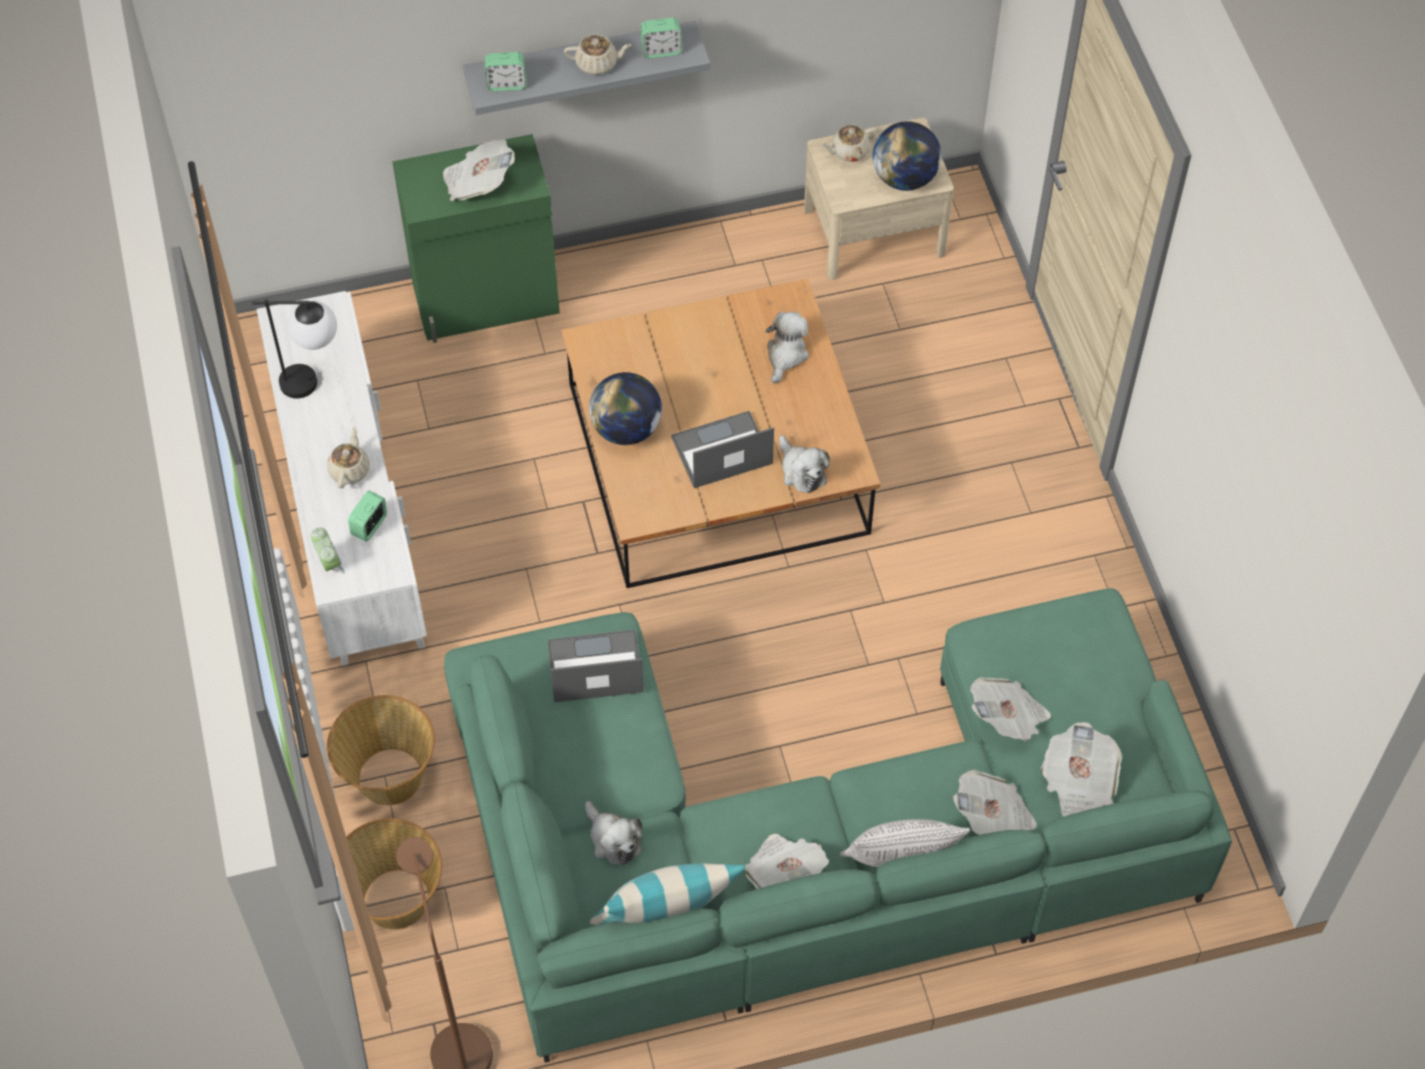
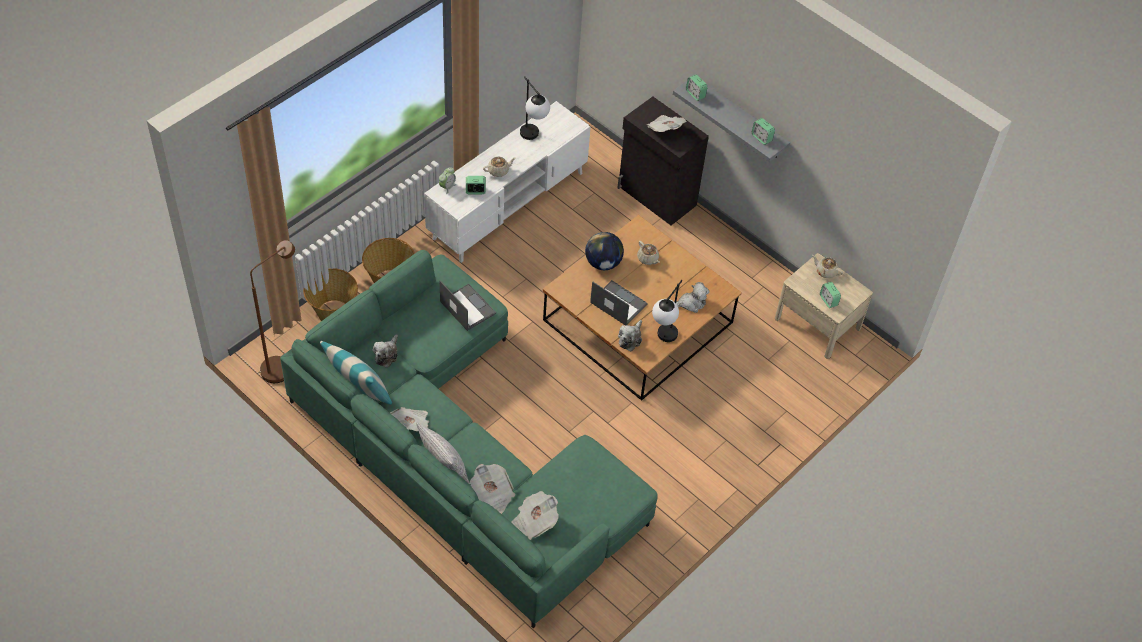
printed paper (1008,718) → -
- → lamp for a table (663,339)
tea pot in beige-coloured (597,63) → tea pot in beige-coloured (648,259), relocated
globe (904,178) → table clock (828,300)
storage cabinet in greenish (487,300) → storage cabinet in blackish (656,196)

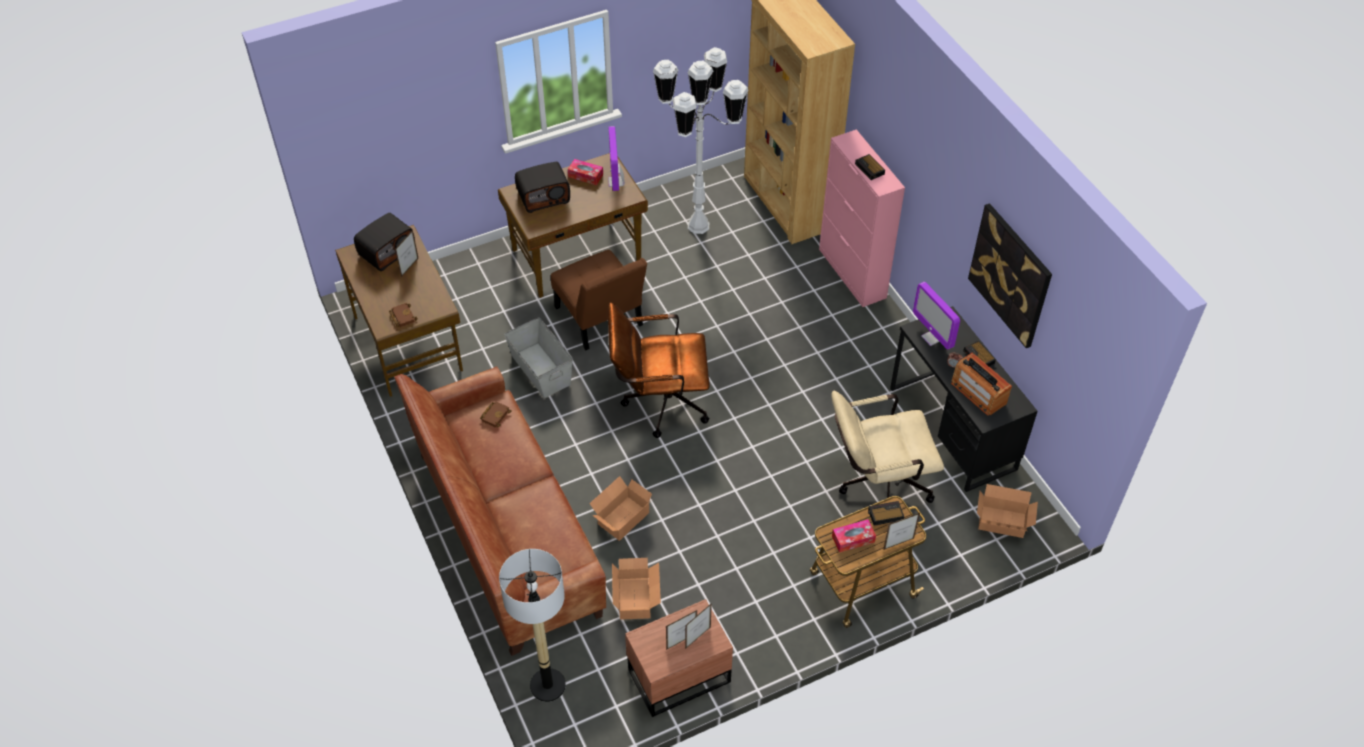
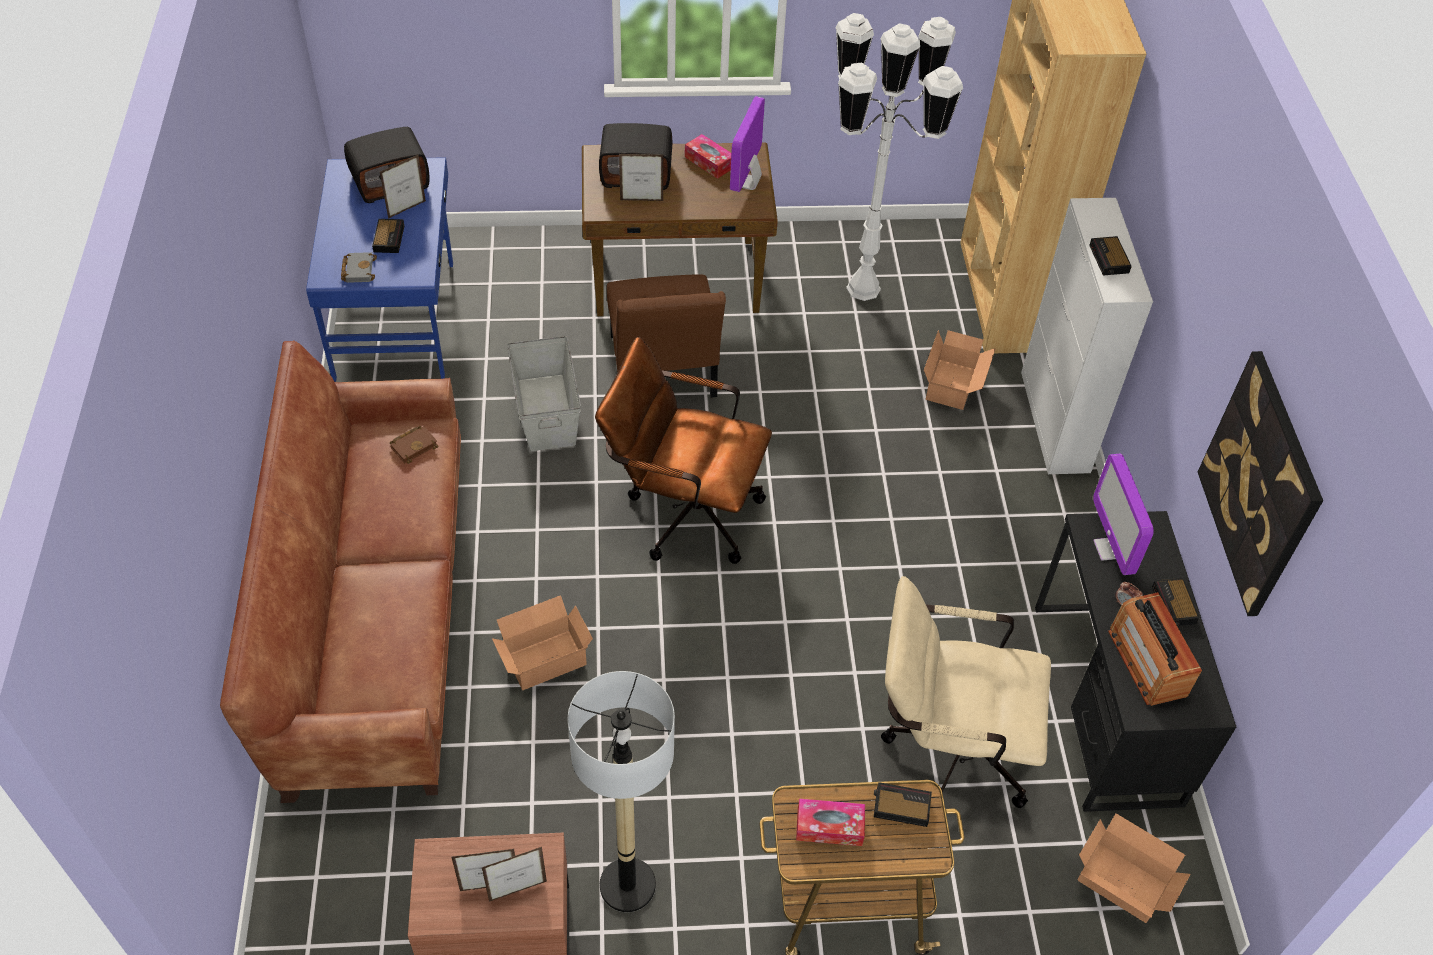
- → table clock (389,238)
floor lamp (547,685) → floor lamp (627,885), relocated
cardboard box (636,597) → cardboard box (954,384), relocated
standing frame (898,544) → standing frame (641,200), relocated
desk table in brownish (408,342) → desk table in blue (397,319)
book in brownish (402,316) → book in greyish (358,269)
storage cabinet in pink-coloured (852,274) → storage cabinet in whitish (1054,422)

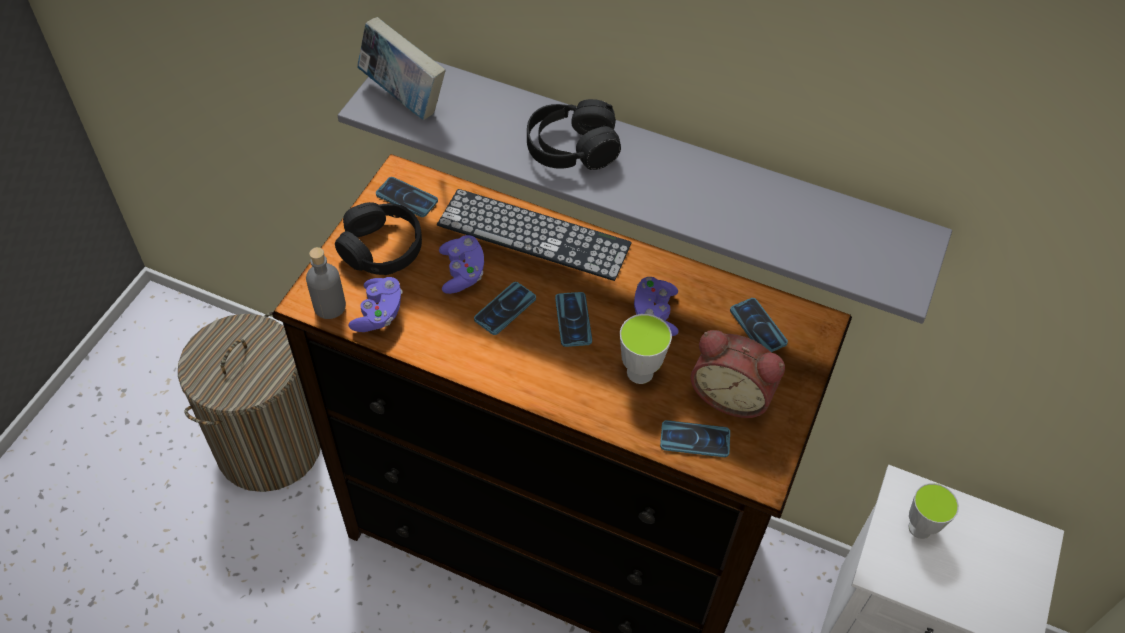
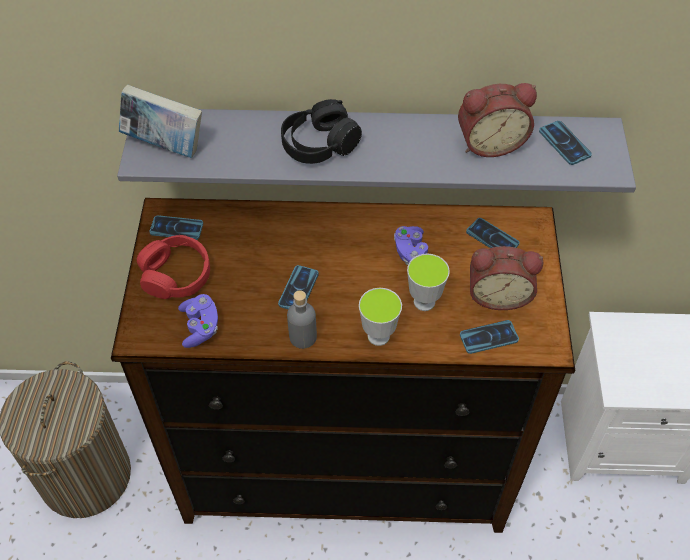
computer keyboard (534,234) → -
game controller in purple-coloured (462,273) → -
- → table clock (490,142)
beverage bottle in greyish (329,306) → beverage bottle in greyish (303,337), relocated
telephone (573,320) → telephone (564,143), relocated
cup (919,528) → cup (378,336), relocated
headset in blackish (381,248) → headset in reddish (176,275)

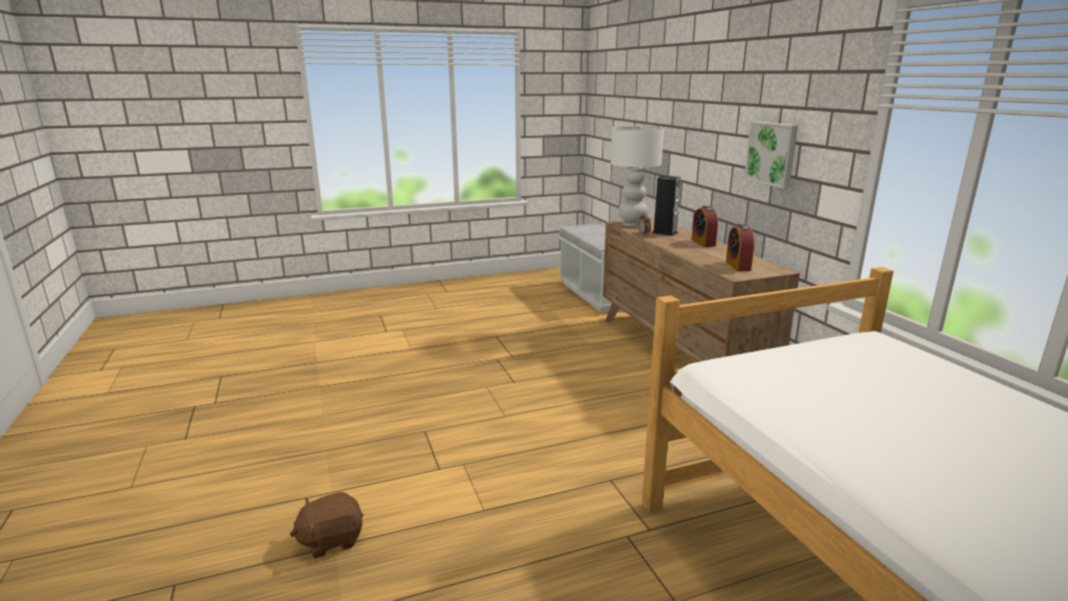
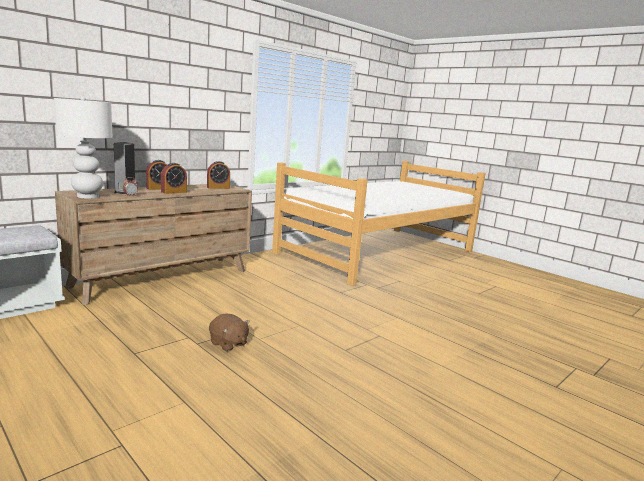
picture (772,153) → -
- → table clock (174,192)
plush toy in brownish (331,540) → plush toy in brownish (228,344), relocated

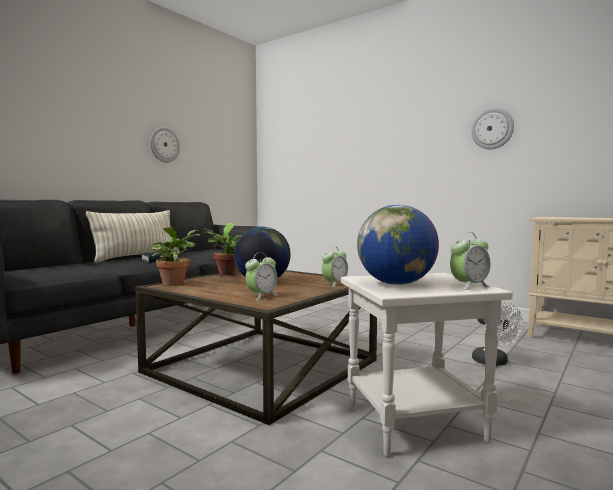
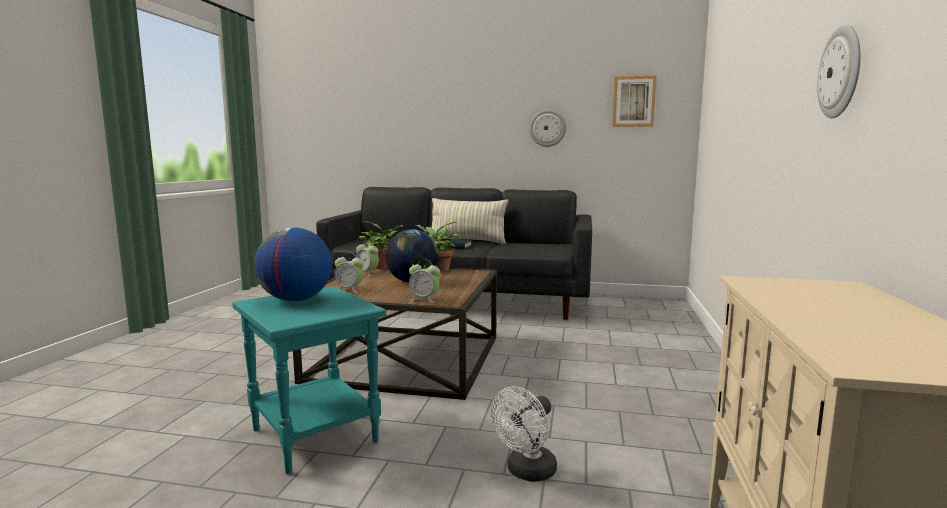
- → picture (633,101)
table clock (469,286) → table clock (367,273), relocated
side table in whitish (415,422) → side table in turquoise (317,436)

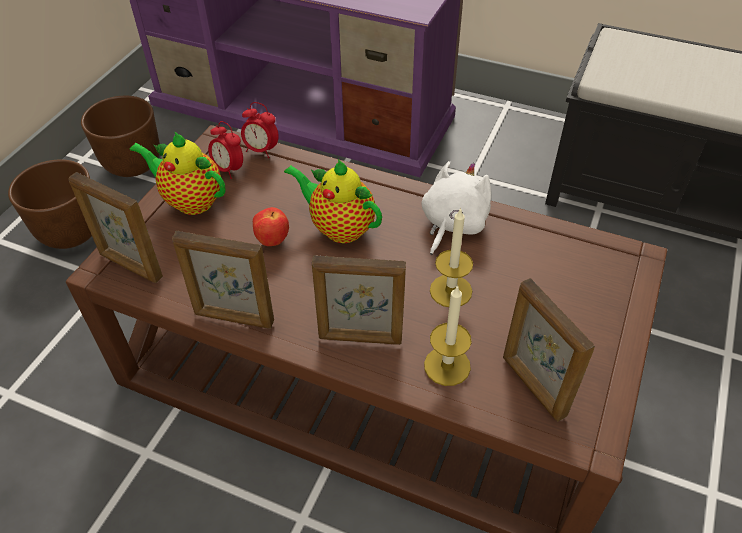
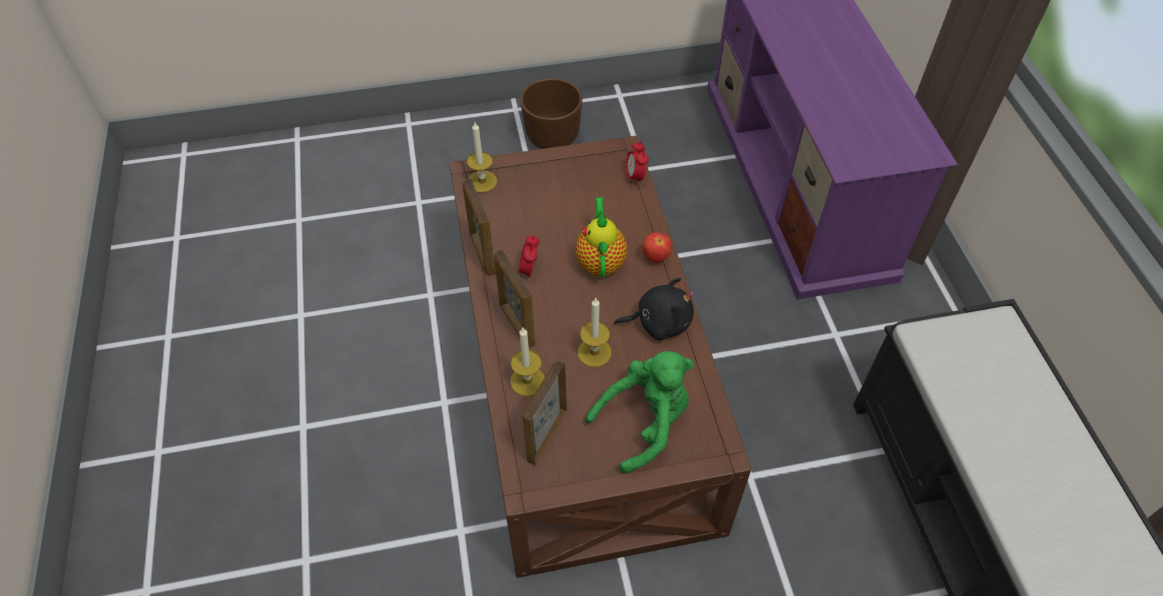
flower pot in brownish (134,164) → -
tea pot (190,200) → -
- → plush toy in greenish (645,423)
table clock (229,169) → table clock (529,270), relocated
apple fruit (273,240) → apple fruit (656,257), relocated
standing frame (130,266) → wax candle (482,181)
plush toy in whitish (452,224) → plush toy in blackish (659,322)

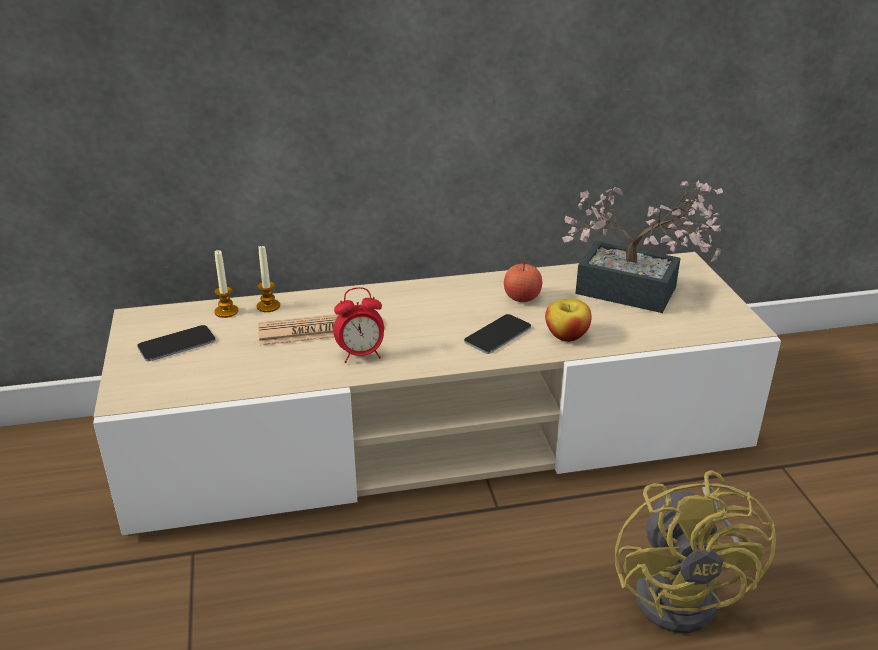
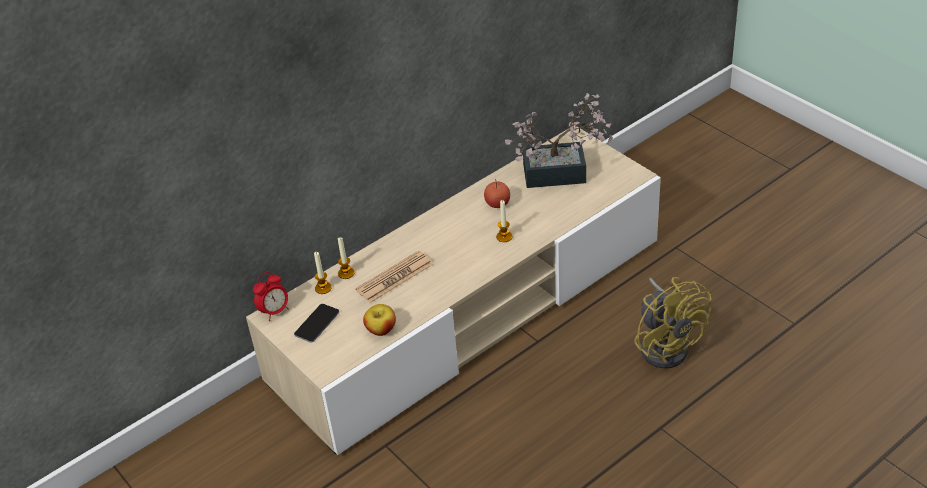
table clock (361,355) → table clock (274,311), relocated
apple fruit (567,336) → apple fruit (381,329), relocated
telephone (498,334) → wax candle (504,237)

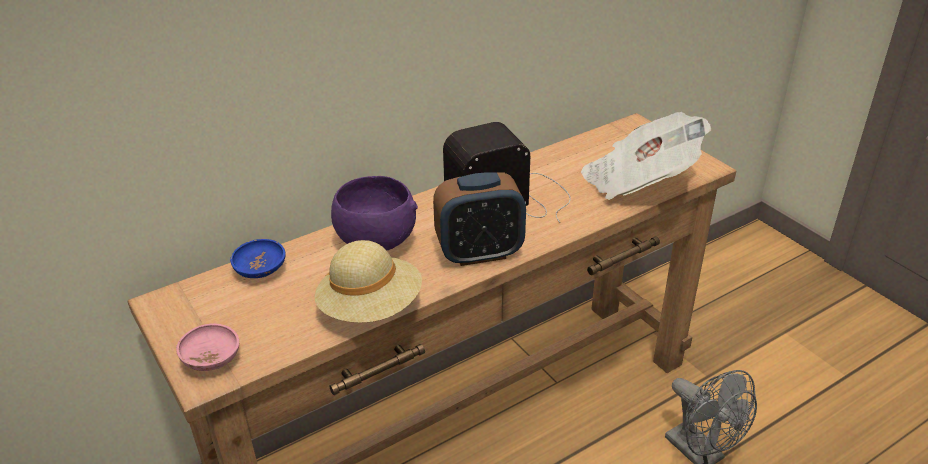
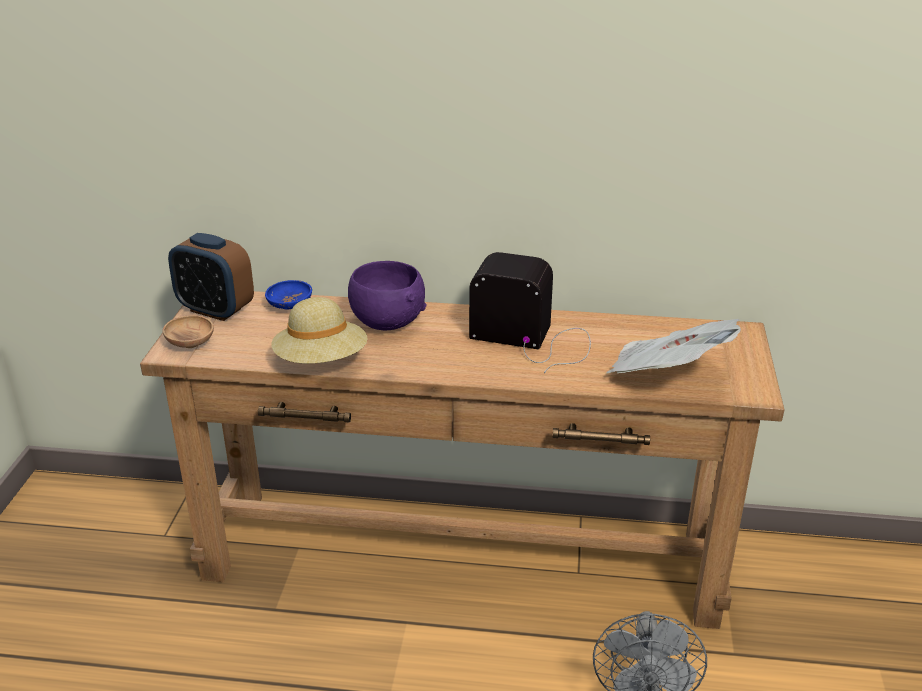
table clock (479,253) → table clock (215,310), relocated
serving bowl in pink-coloured (212,359) → serving bowl in brownish (190,343)

